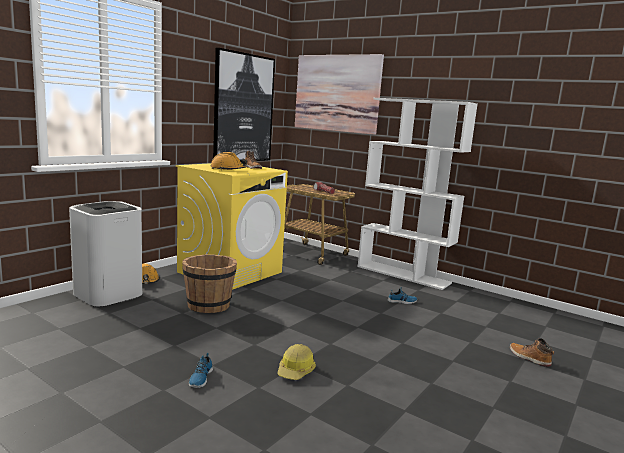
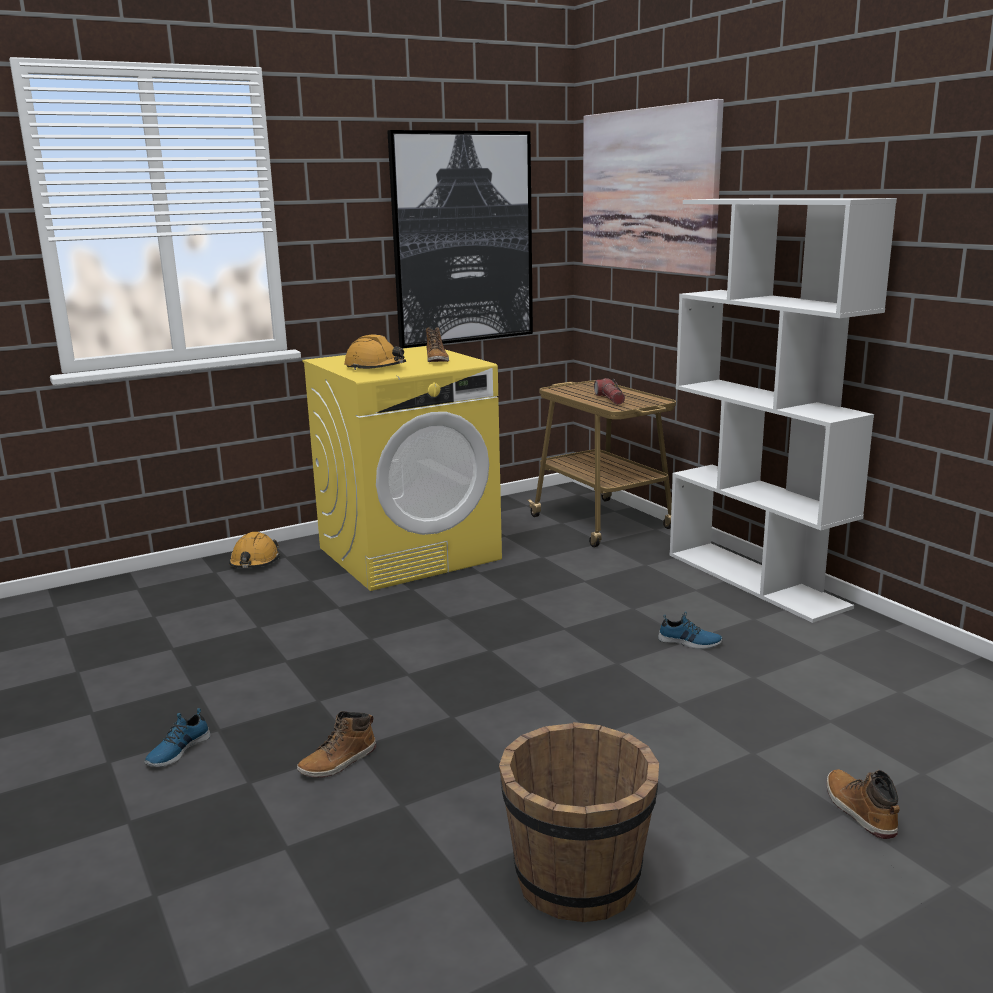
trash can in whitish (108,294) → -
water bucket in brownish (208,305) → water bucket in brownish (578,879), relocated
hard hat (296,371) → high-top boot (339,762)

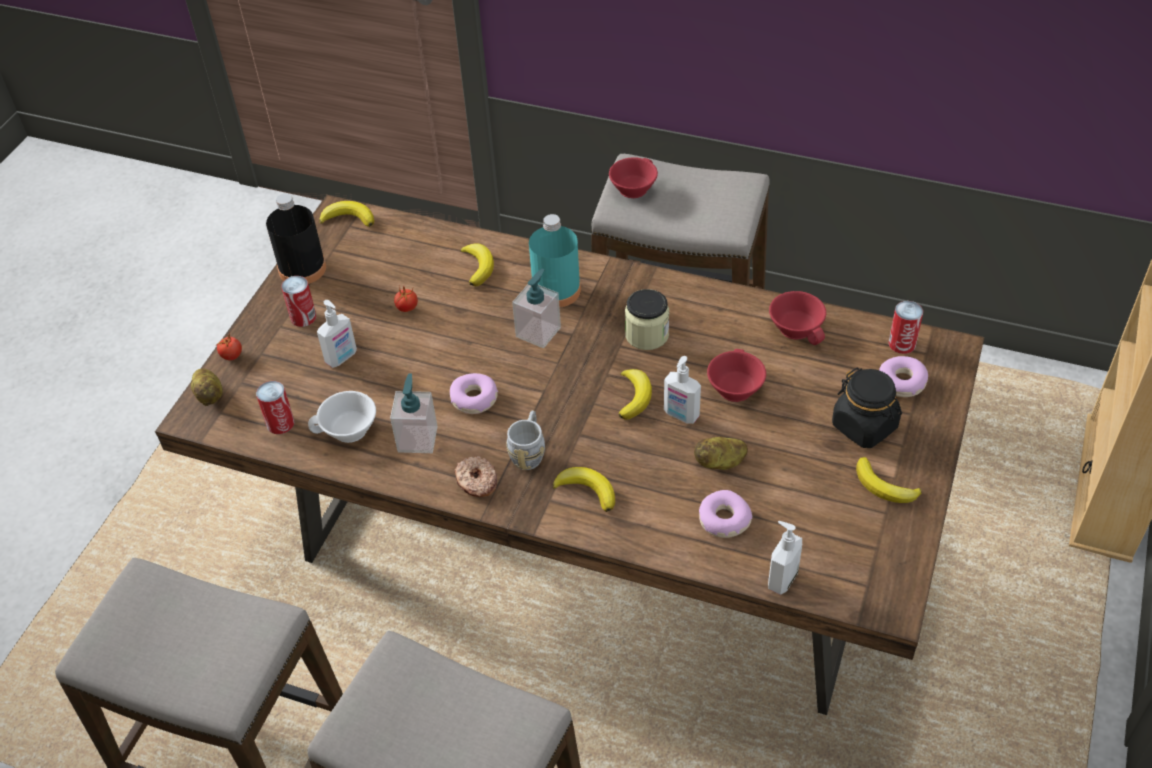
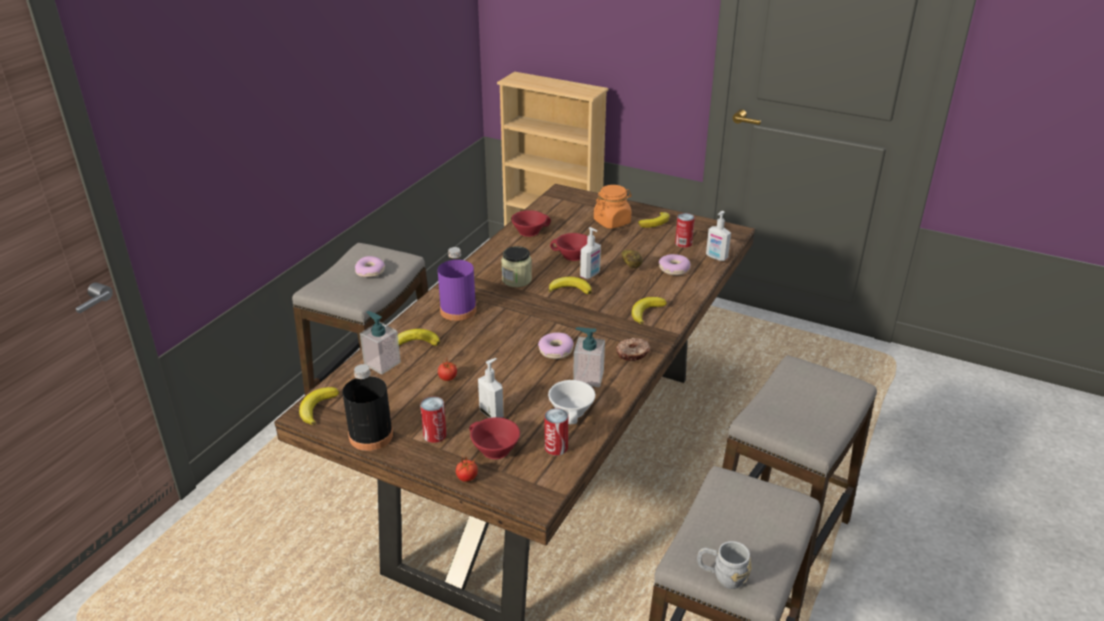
potato (210,395) → -
coffee mug in greyish (529,452) → coffee mug in greyish (721,576), relocated
soap dispenser (538,332) → soap dispenser (382,363), relocated
cup in reddish (632,187) → cup in reddish (493,449), relocated
donut (902,382) → donut (370,271), relocated
sealed can (902,344) → sealed can (683,243), relocated
beverage bottle in turquoise (556,290) → beverage bottle in purple-coloured (458,310)
preserve jar in blackish (864,426) → preserve jar in orange-coloured (612,222)

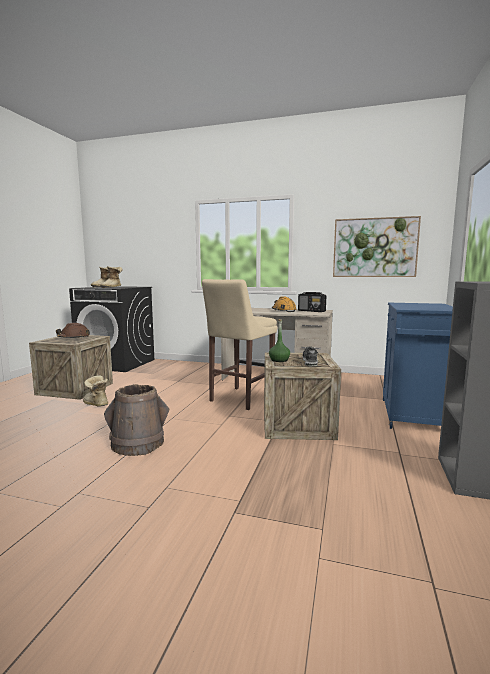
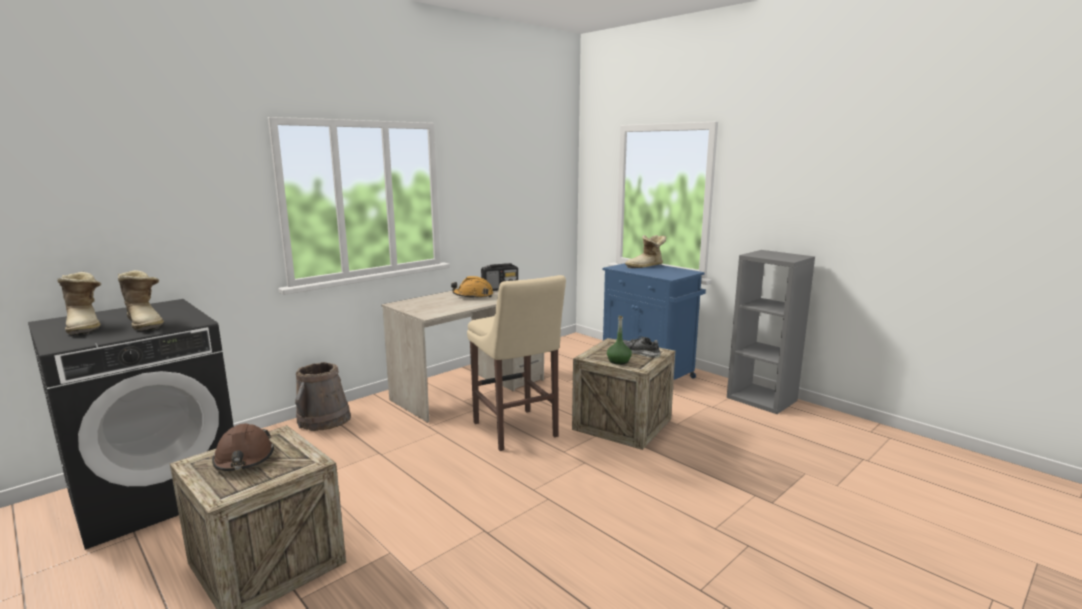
picture (374,248) → -
high-top boot (95,404) → high-top boot (646,266), relocated
water bucket in brownish (138,444) → water bucket in brownish (324,420), relocated

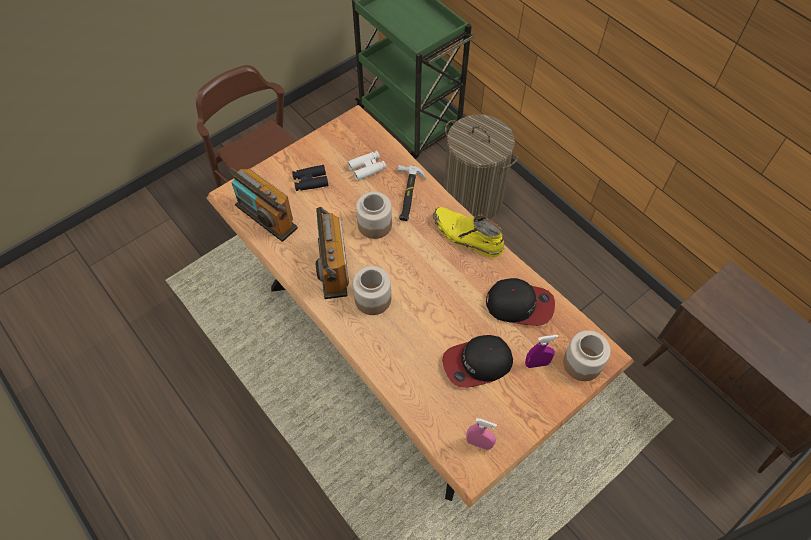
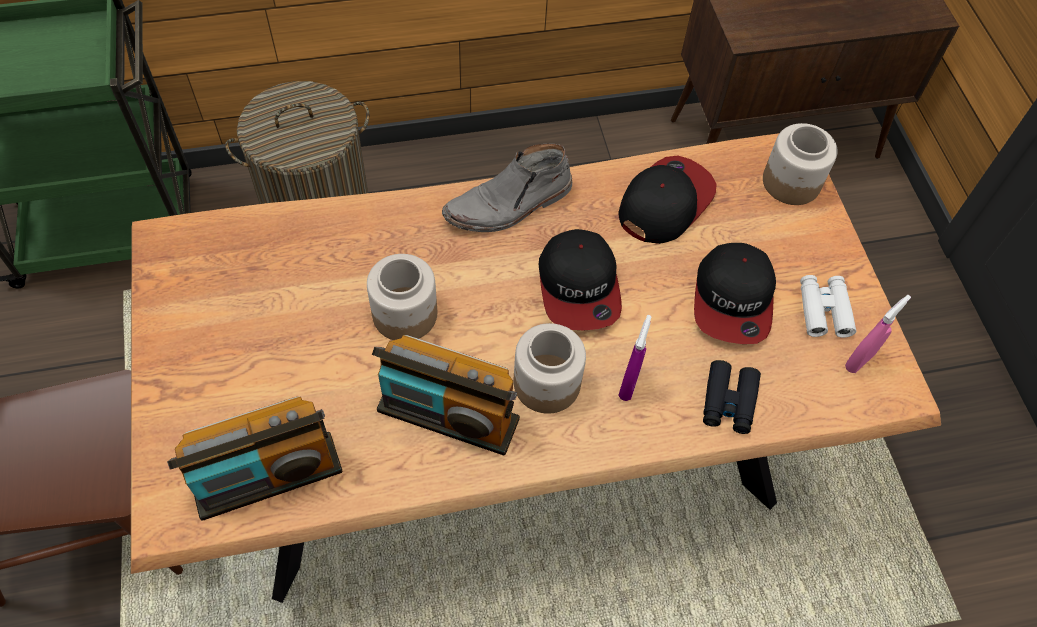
hand hammer (407,194) → -
- → cap (579,287)
pair of binoculars in blackish (310,181) → pair of binoculars in blackish (728,402), relocated
pair of binoculars in whitish (367,168) → pair of binoculars in whitish (823,310), relocated
spray bottle in purple-coloured (537,363) → spray bottle in purple-coloured (628,384), relocated
high-top boot in yellow (466,236) → high-top boot in greyish (509,205)

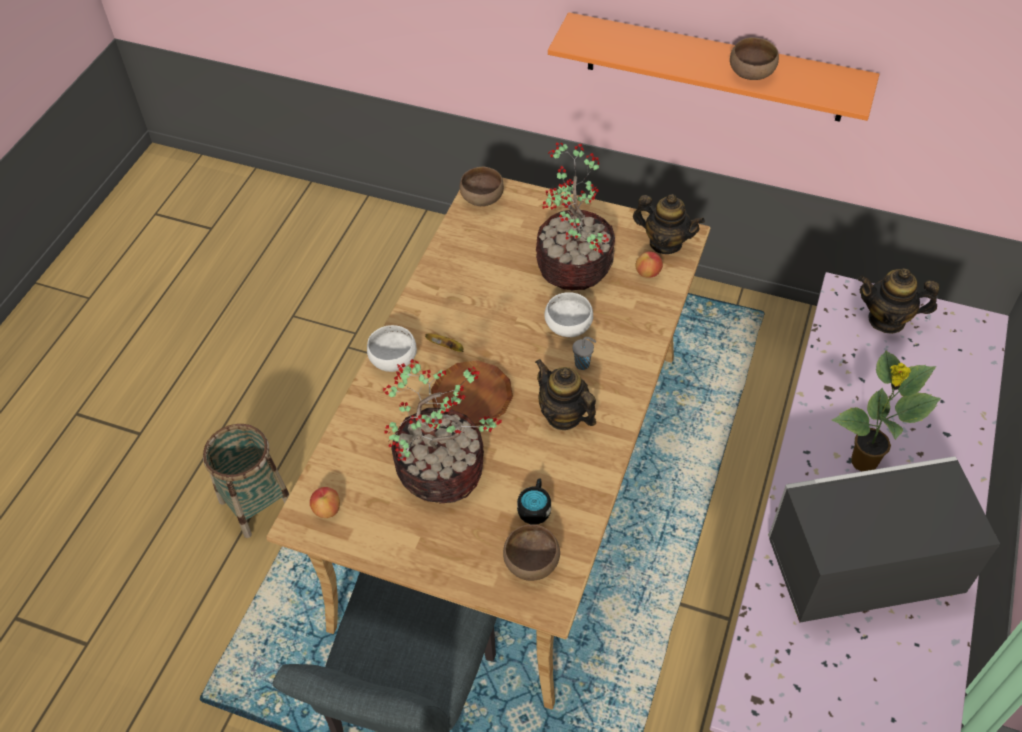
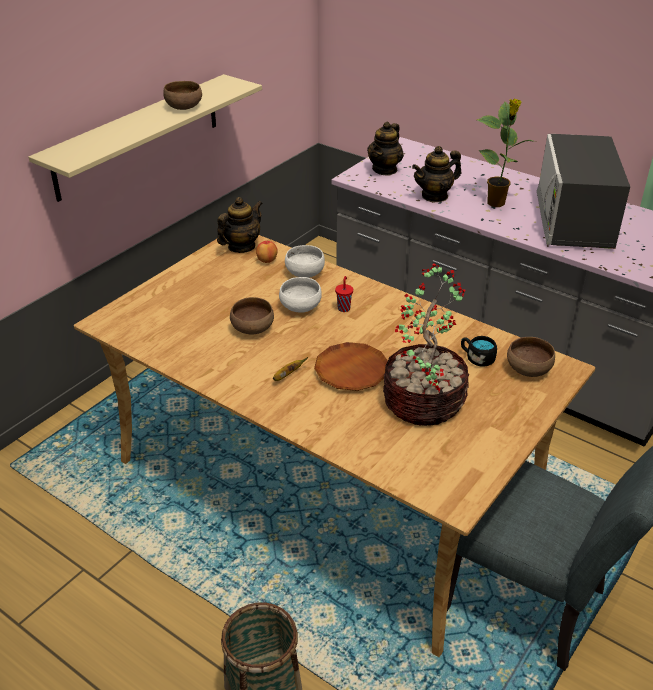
apple fruit (327,509) → -
potted plant (573,264) → -
serving bowl in whitish (393,359) → serving bowl in whitish (304,273), relocated
serving bowl in brownish (481,199) → serving bowl in brownish (253,329), relocated
tea pot (564,415) → tea pot (435,196), relocated
bracket shelf in orange-coloured (714,68) → bracket shelf in beige-coloured (138,136)
cup in greyish (583,364) → cup in reddish (344,308)

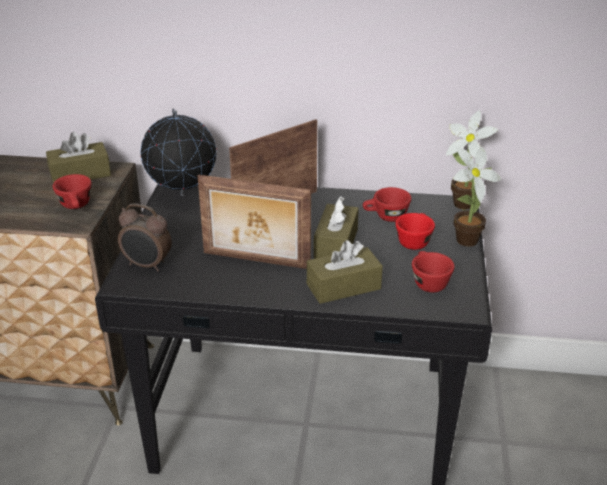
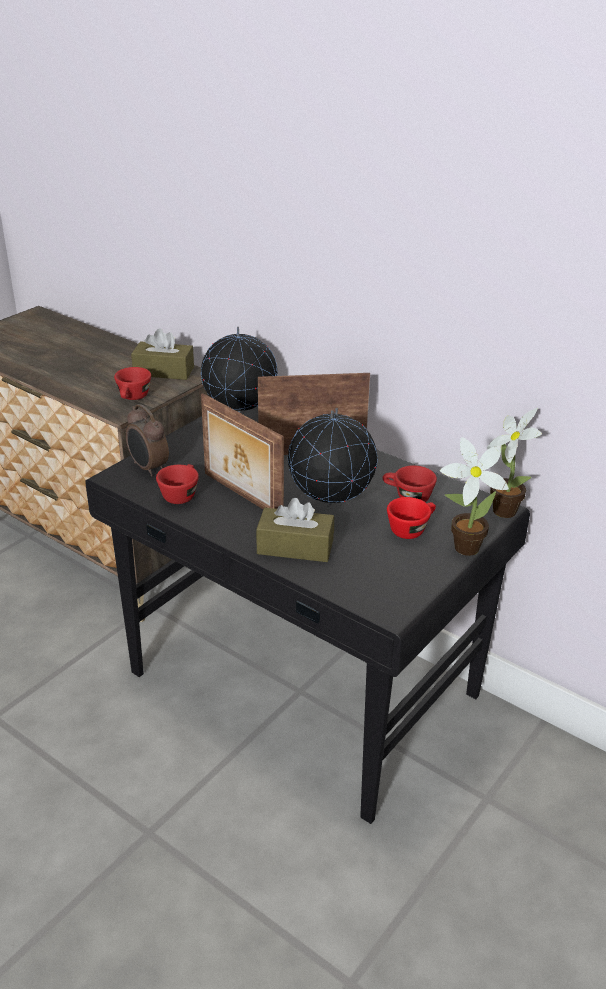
cup in reddish (428,282) → cup in reddish (180,494), relocated
tissue box in brownish (336,243) → globe (331,506)

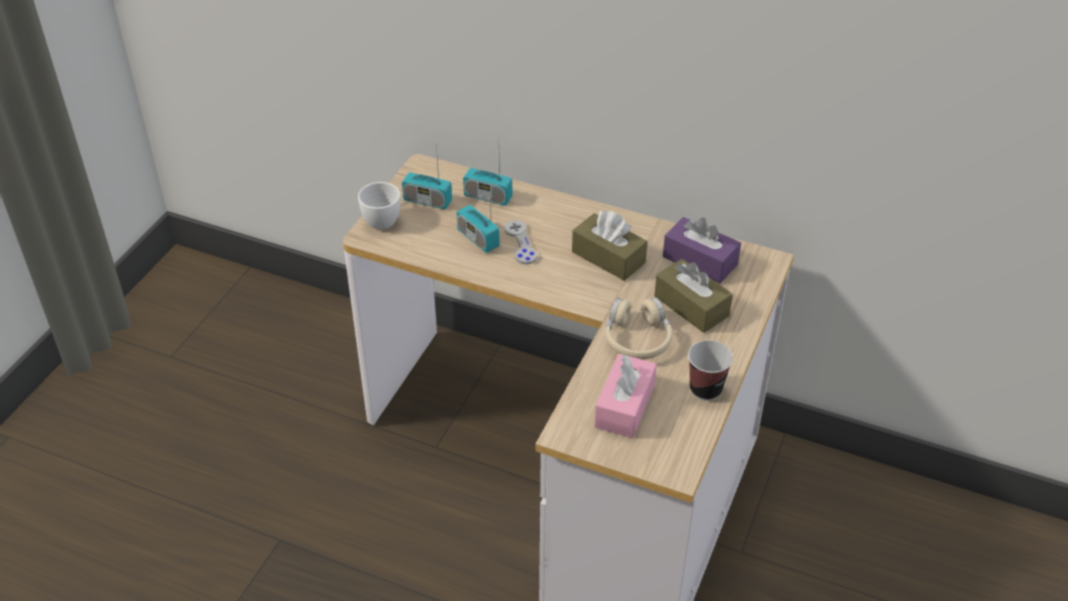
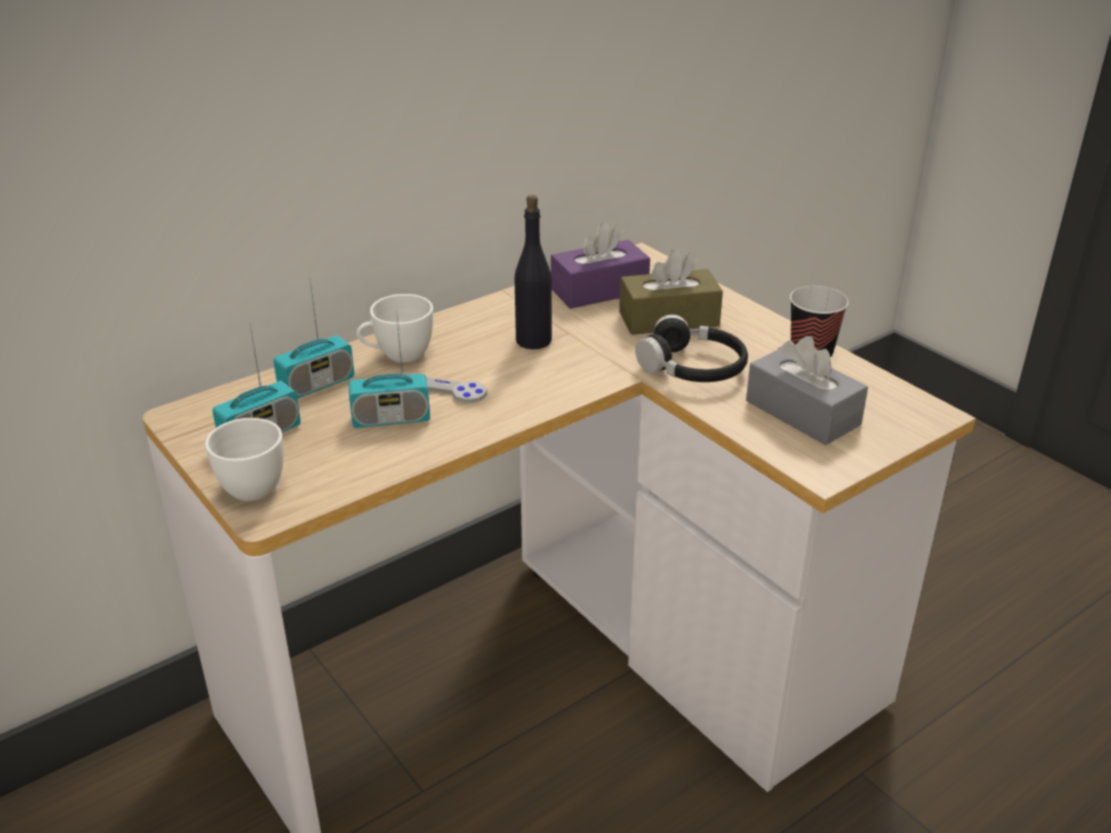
- → cup in whitish (397,355)
tissue box in brownish (608,257) → beverage bottle in blackish (533,340)
tissue box in pink-coloured (624,406) → tissue box in greyish (802,413)
headset in beige-coloured (637,338) → headset in blackish (692,368)

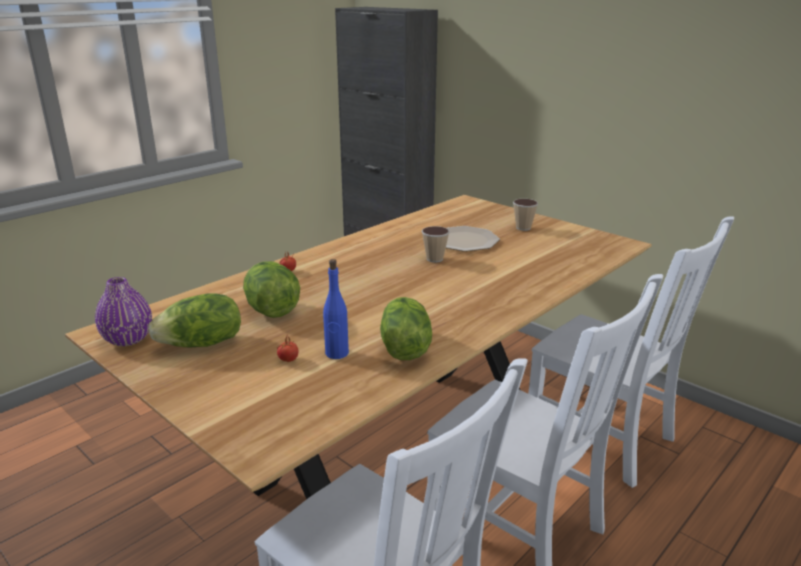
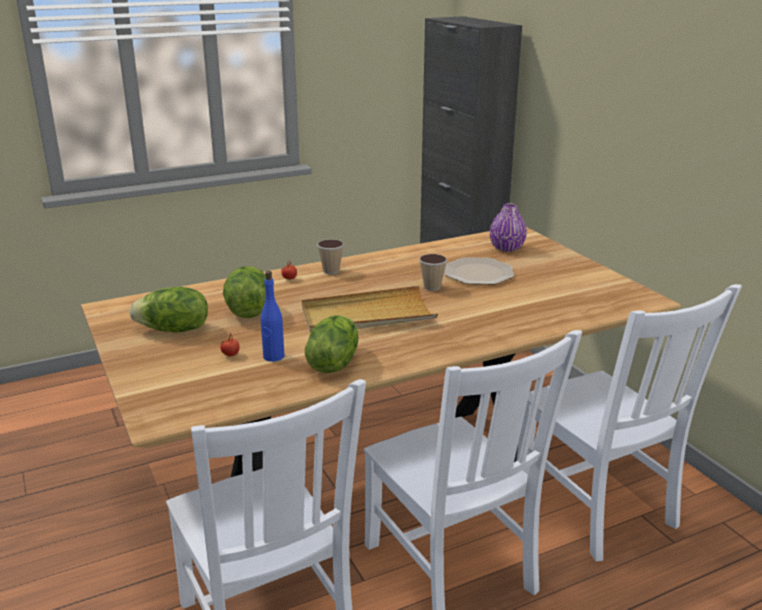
- → carrying tray in beige-coloured (367,316)
vase in purple-coloured (128,339) → vase in purple-coloured (507,248), relocated
cup (523,228) → cup (331,271), relocated

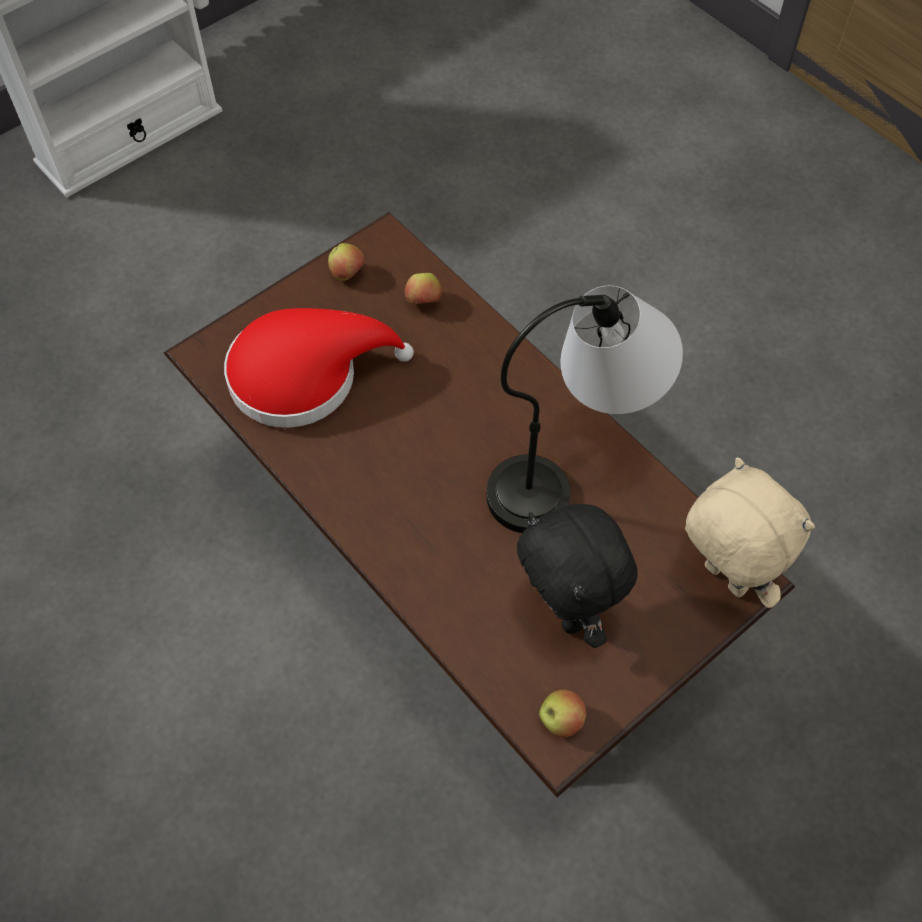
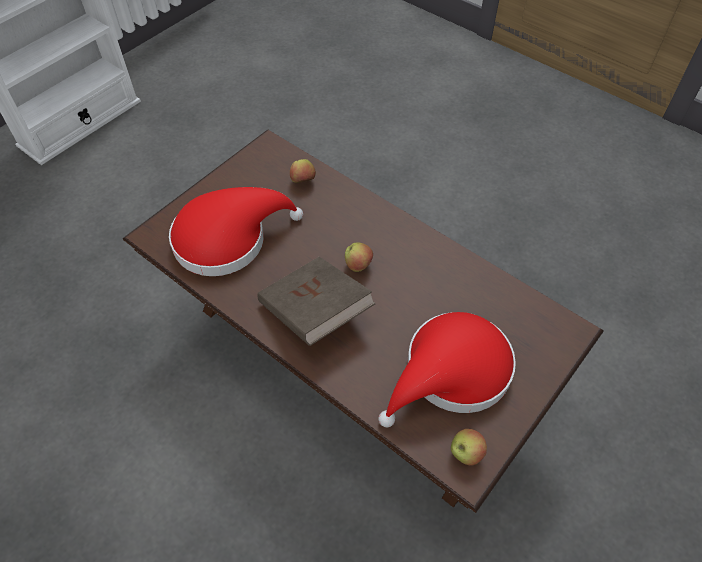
lamp for a table (574,468) → -
plush toy in beige-coloured (722,579) → -
- → book in brownish (315,313)
apple fruit (347,274) → apple fruit (358,265), relocated
plush toy in blackish (567,612) → hat in reddish (451,373)

